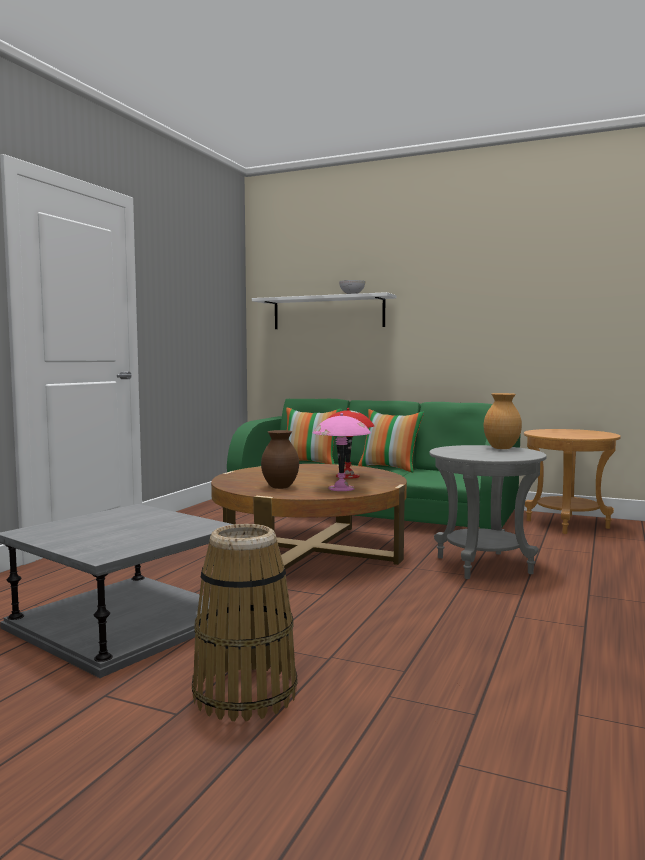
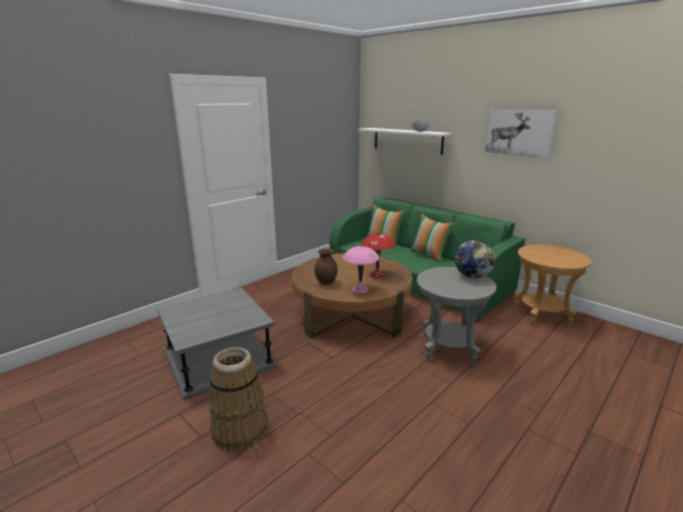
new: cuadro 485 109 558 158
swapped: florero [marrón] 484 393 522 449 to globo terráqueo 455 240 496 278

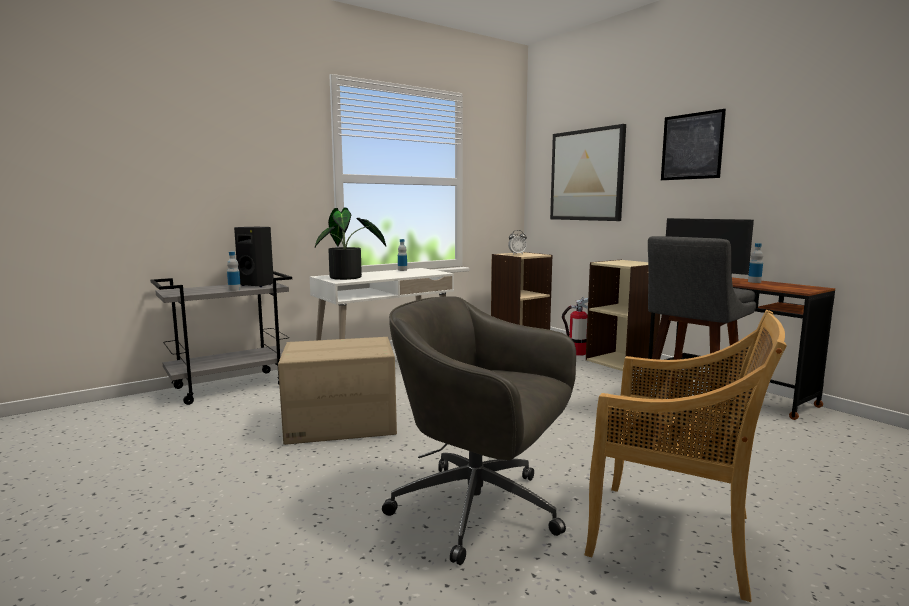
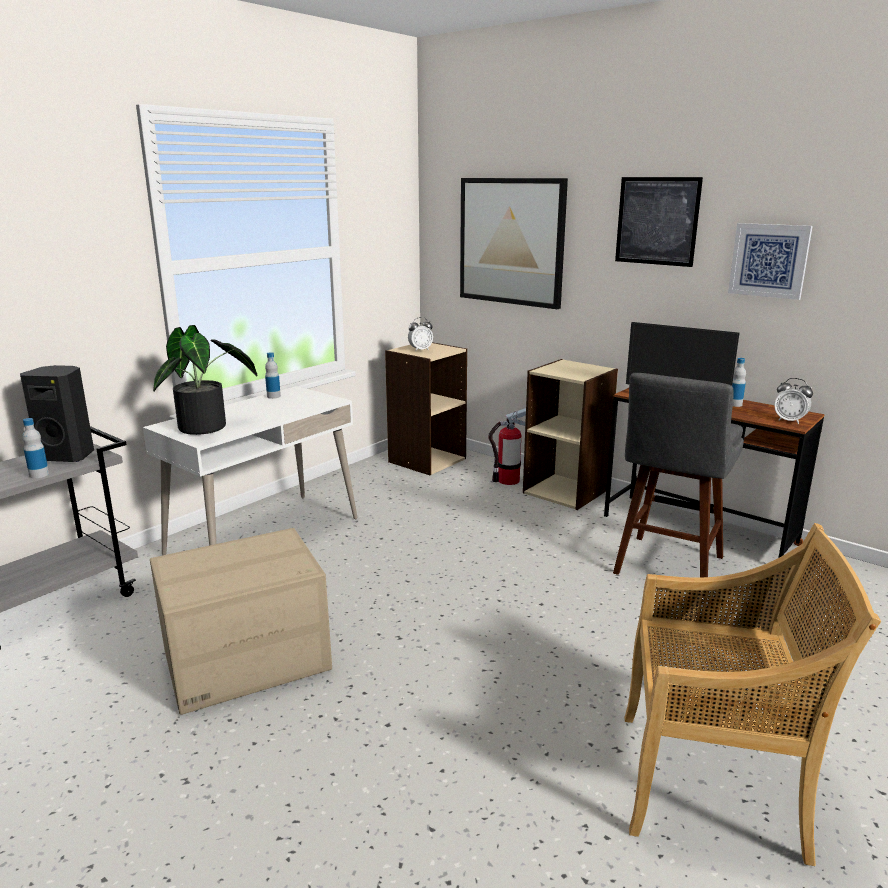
gone: silla de oficina [gris] 382 296 576 565
new: cuadro 728 223 813 300; despertador 774 378 813 424

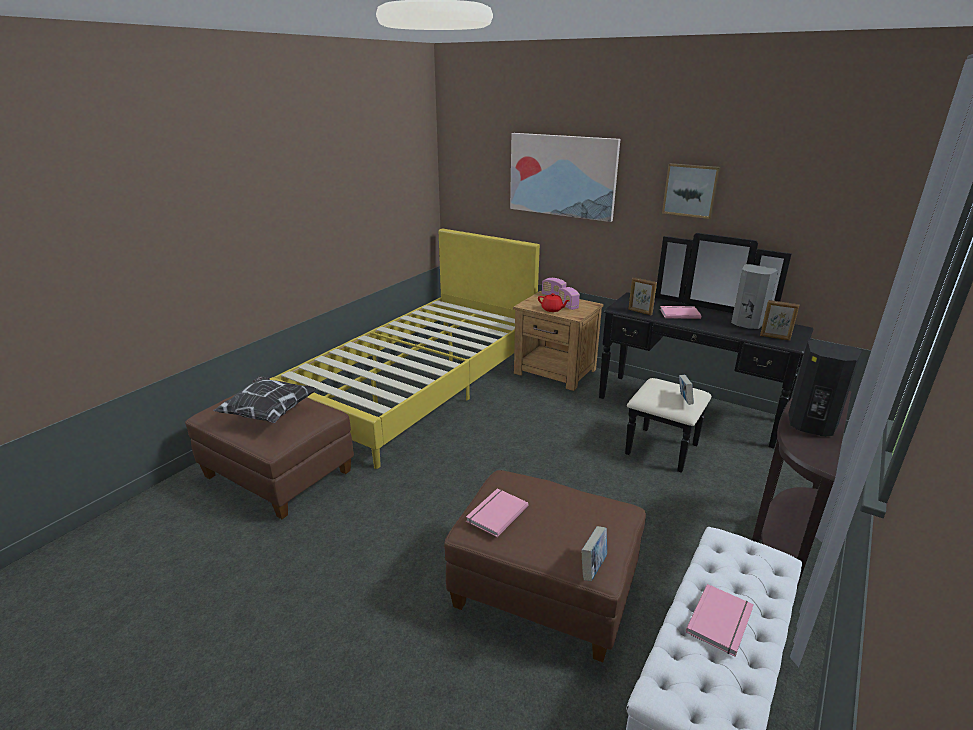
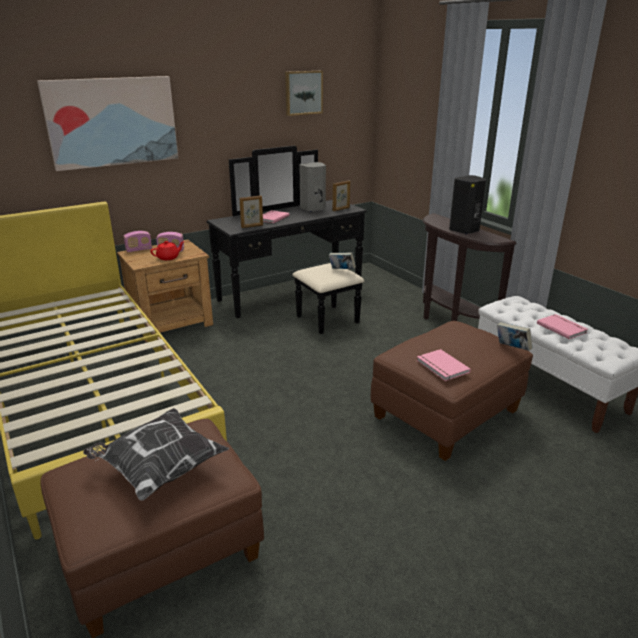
shifted: cuadro 662 163 720 219 to 285 71 323 116

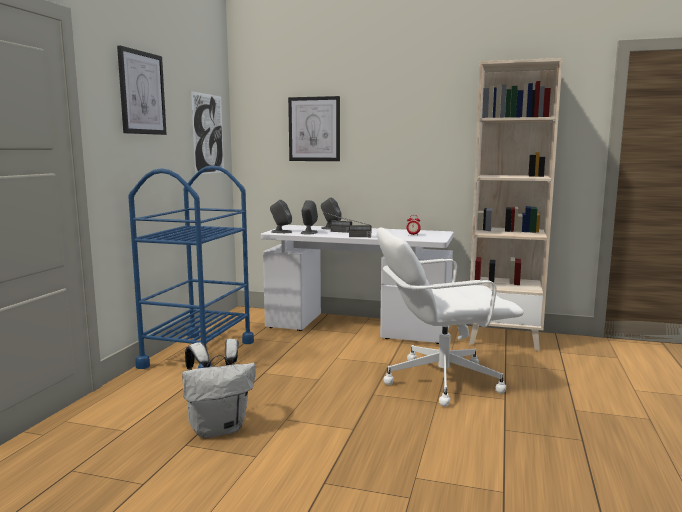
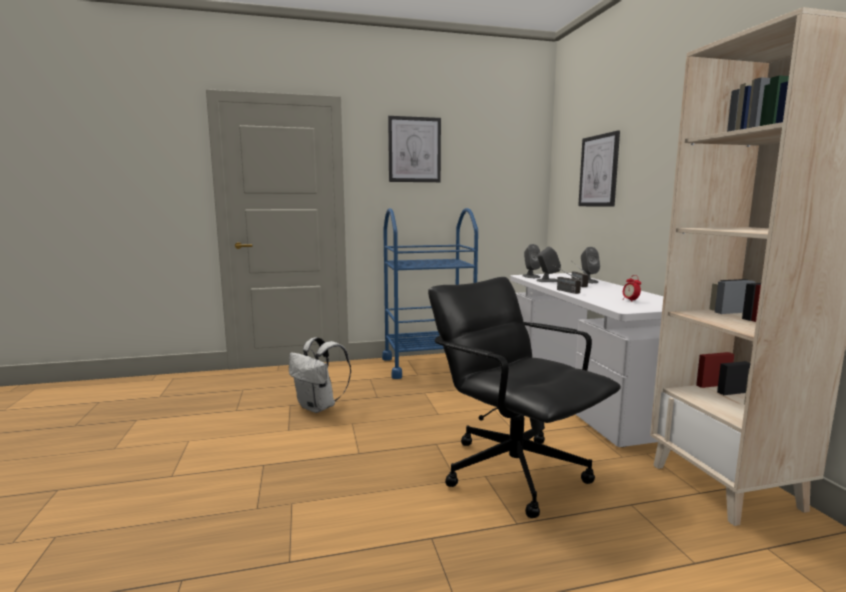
gone: cuadro 191 91 224 174
repainted: silla de oficina [blanco] 377 228 524 407 to silla de oficina [negro] 428 277 621 518

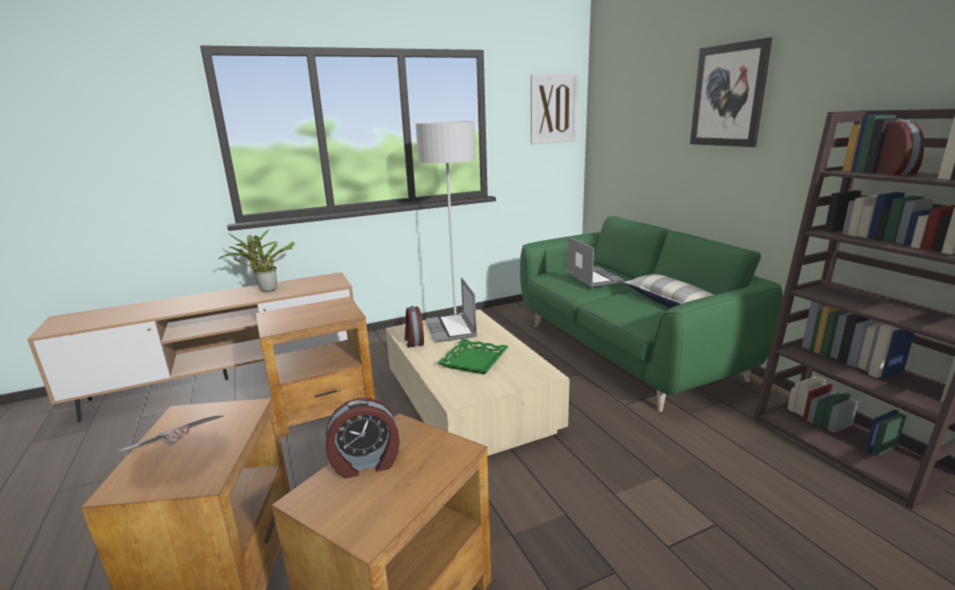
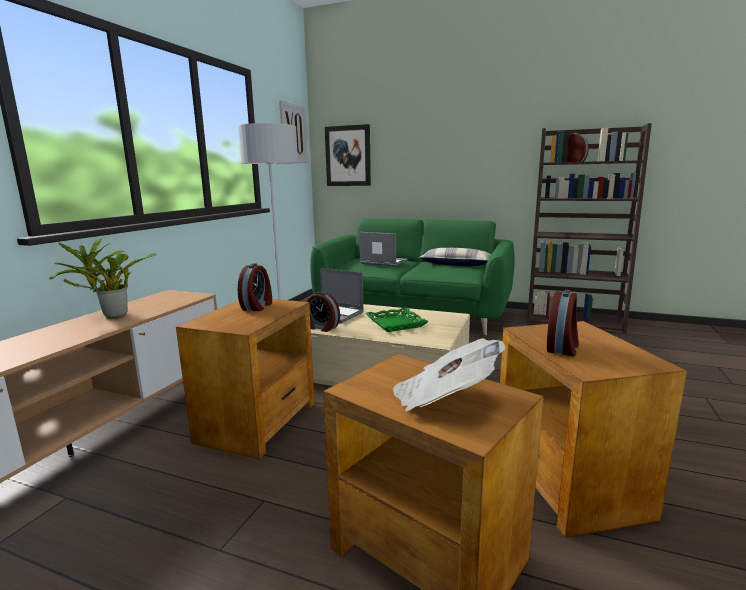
new: despertador 238 263 272 311
shifted: cuadro 690 38 772 147 to 325 124 371 186

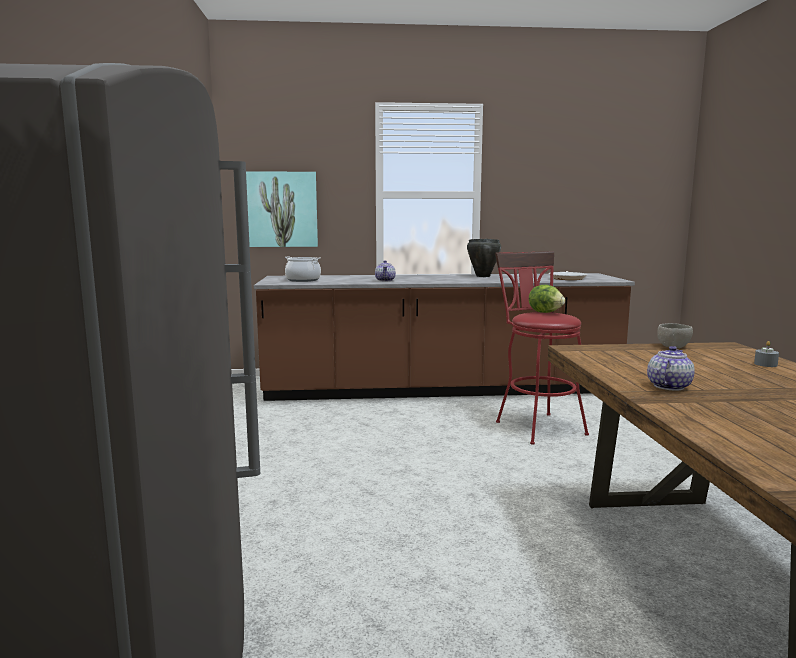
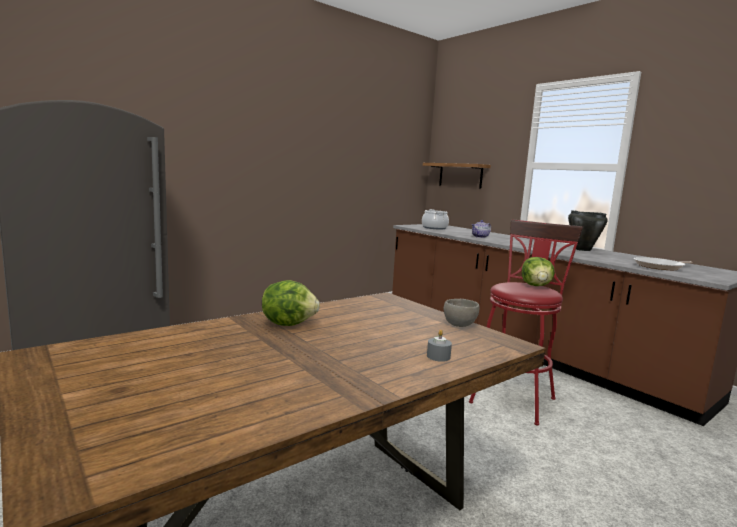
swapped: cuadro 246 171 318 247 to estante 423 163 491 189; tetera 647 346 695 391 to lechuga 262 280 320 326

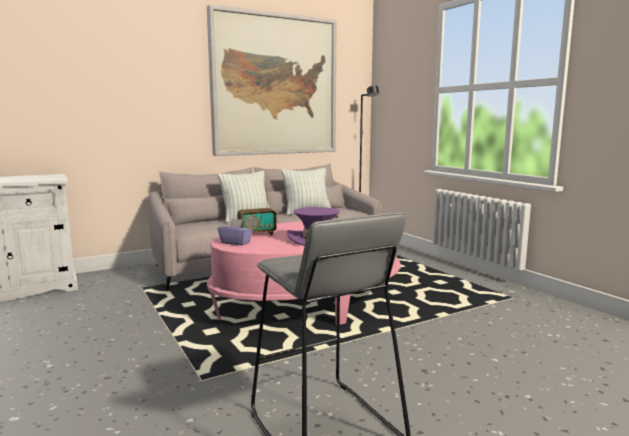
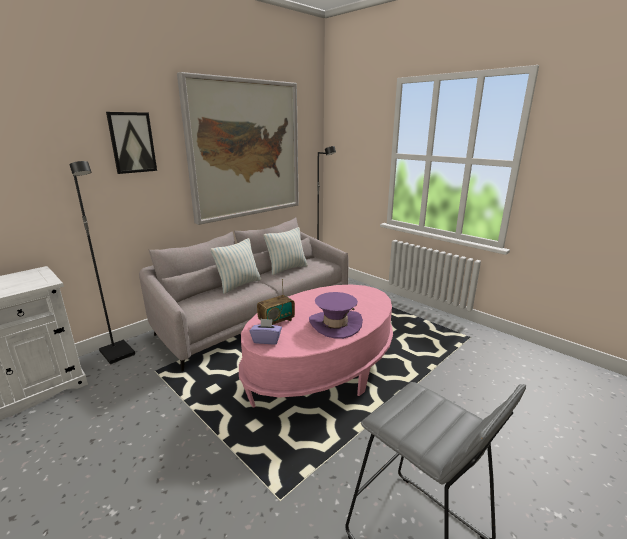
new: lámpara de pie [negro] 69 161 135 364; cuadro 106 112 157 174

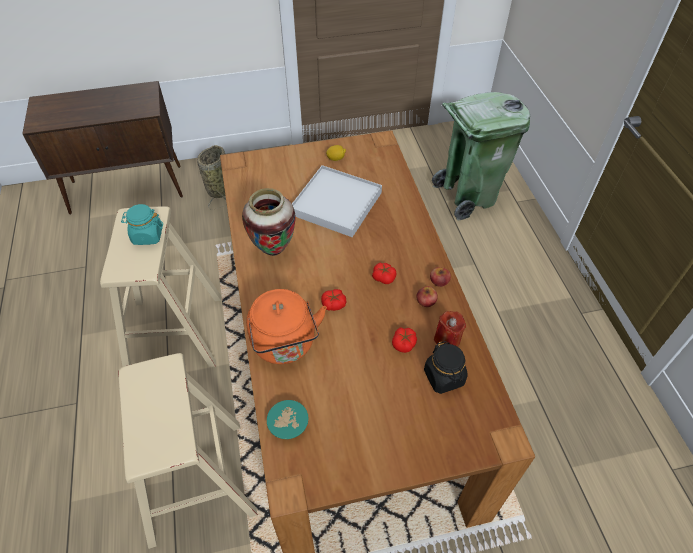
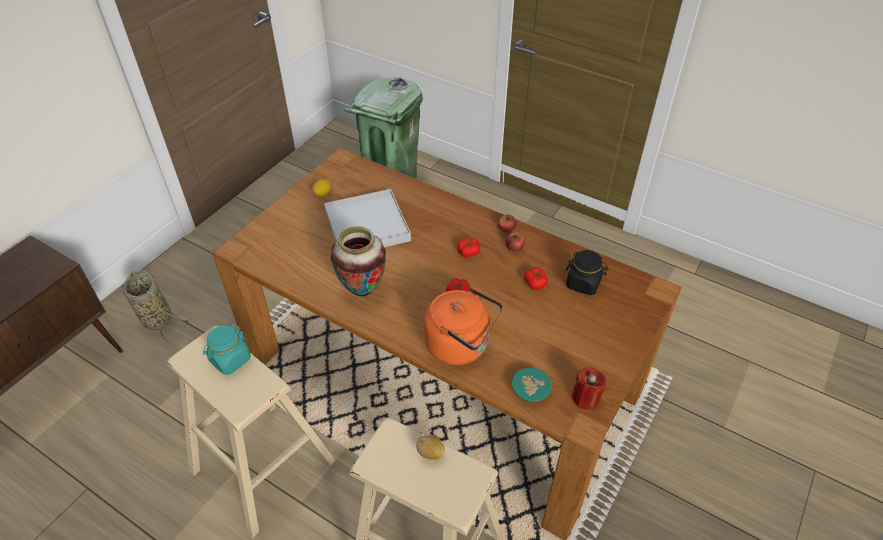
new: patata 416 435 445 460
shifted: vela [rojo] 434 311 466 347 to 572 367 606 410

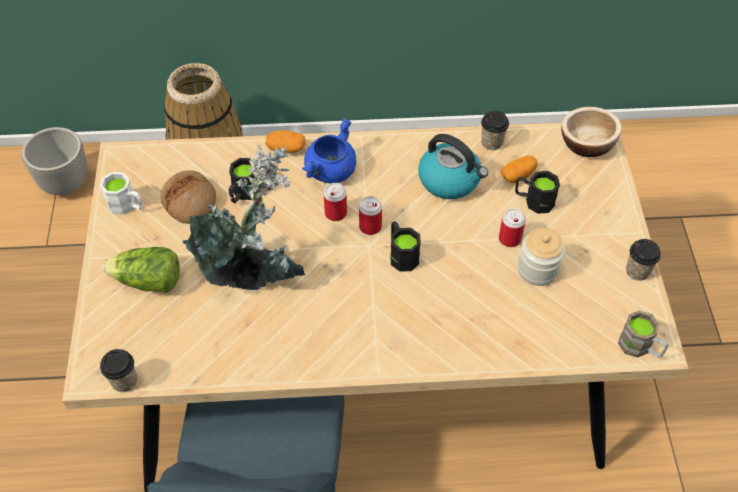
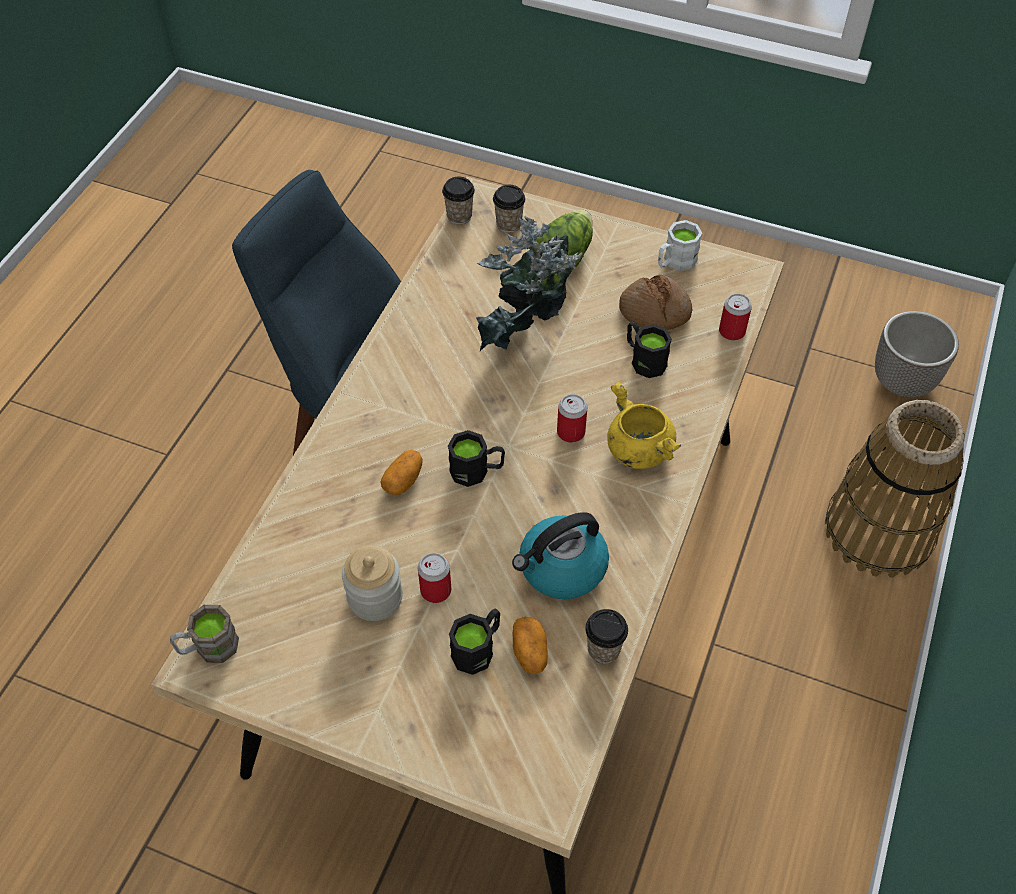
gone: cuenco 561 107 622 157
shifted: patata 265 130 305 153 to 380 449 423 495; lata 359 196 382 235 to 719 293 752 341; taza 626 239 661 281 to 493 185 525 233
repainted: olla [azul] 302 118 356 183 to olla [amarillo] 607 382 681 469

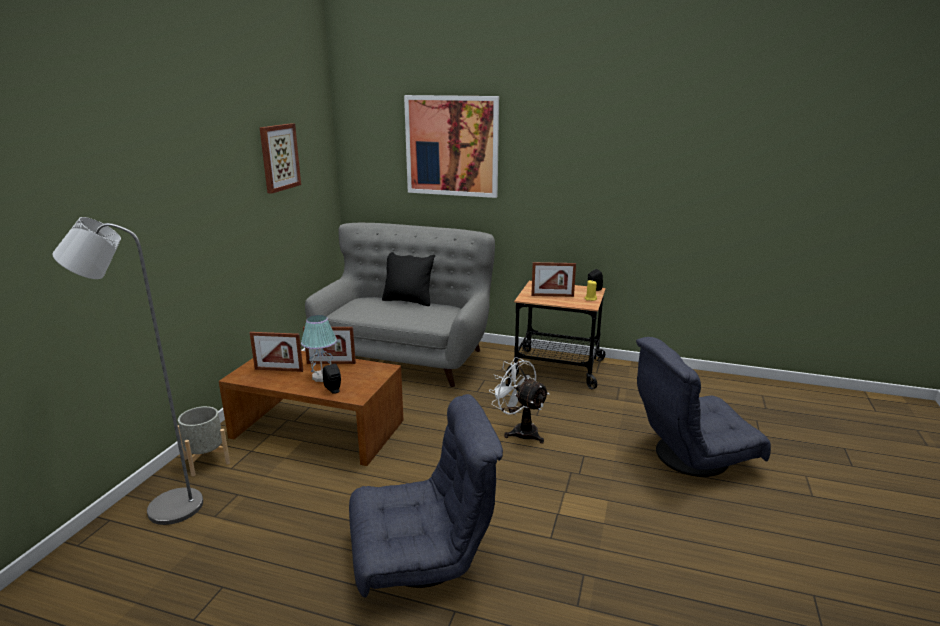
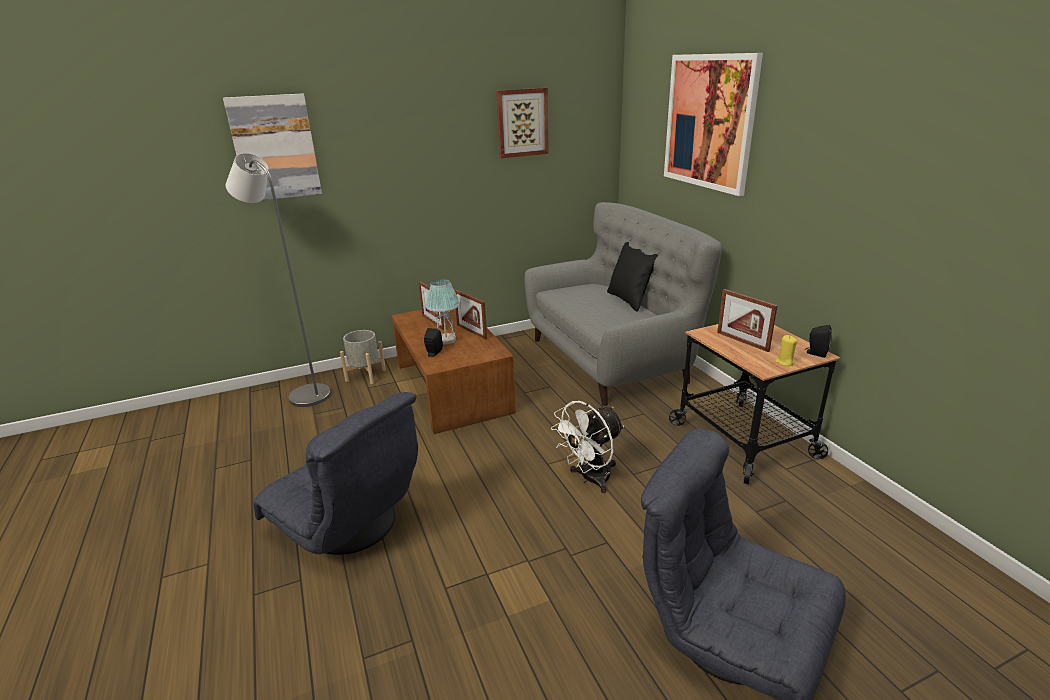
new: cuadro 223 93 322 201
rotated: ventilador [blanco] 489 357 549 444 = 551 401 624 493 135 degrees counterclockwise

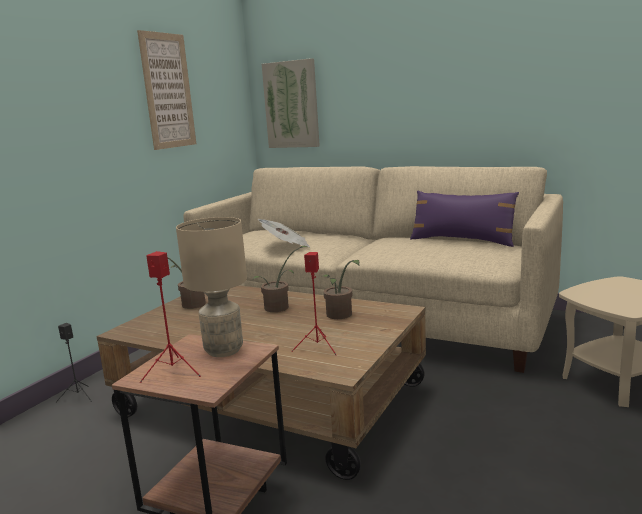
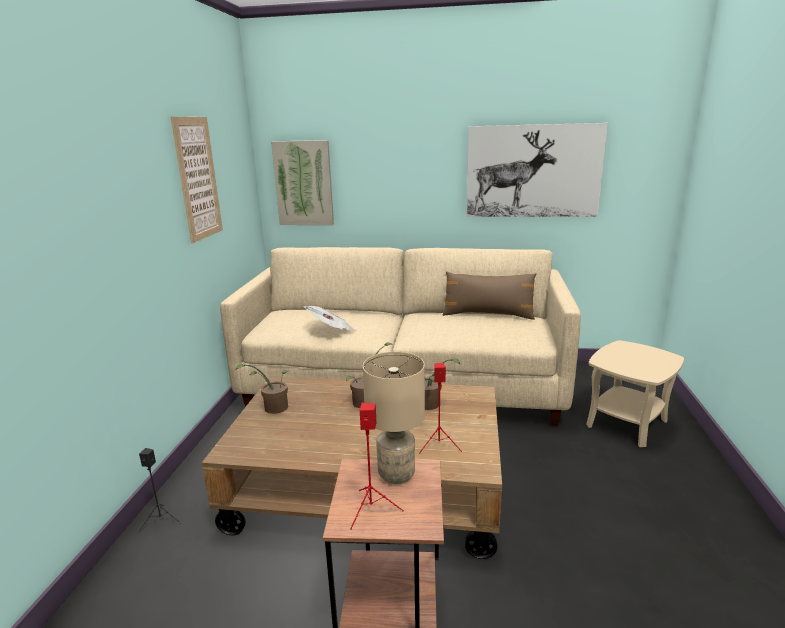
new: cuadro 467 123 608 217
repainted: cojín [morado] 410 190 519 247 to cojín [marrón] 443 271 537 320

